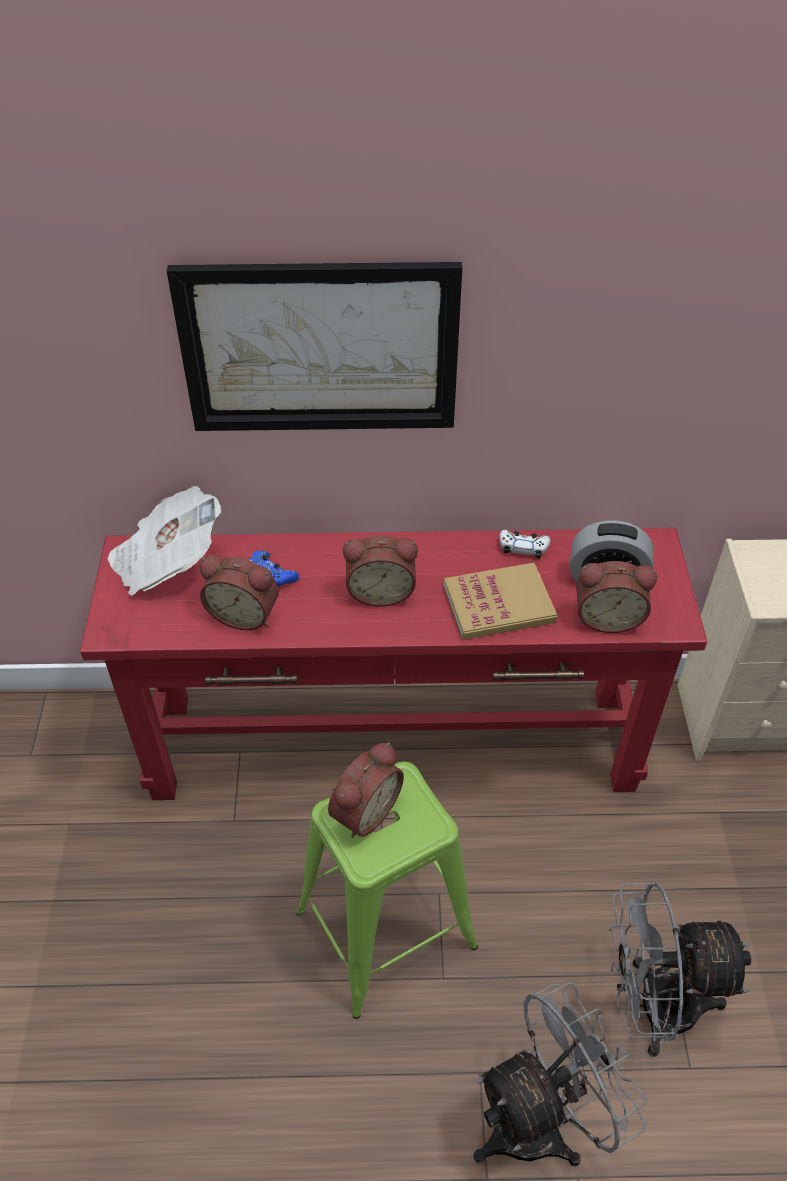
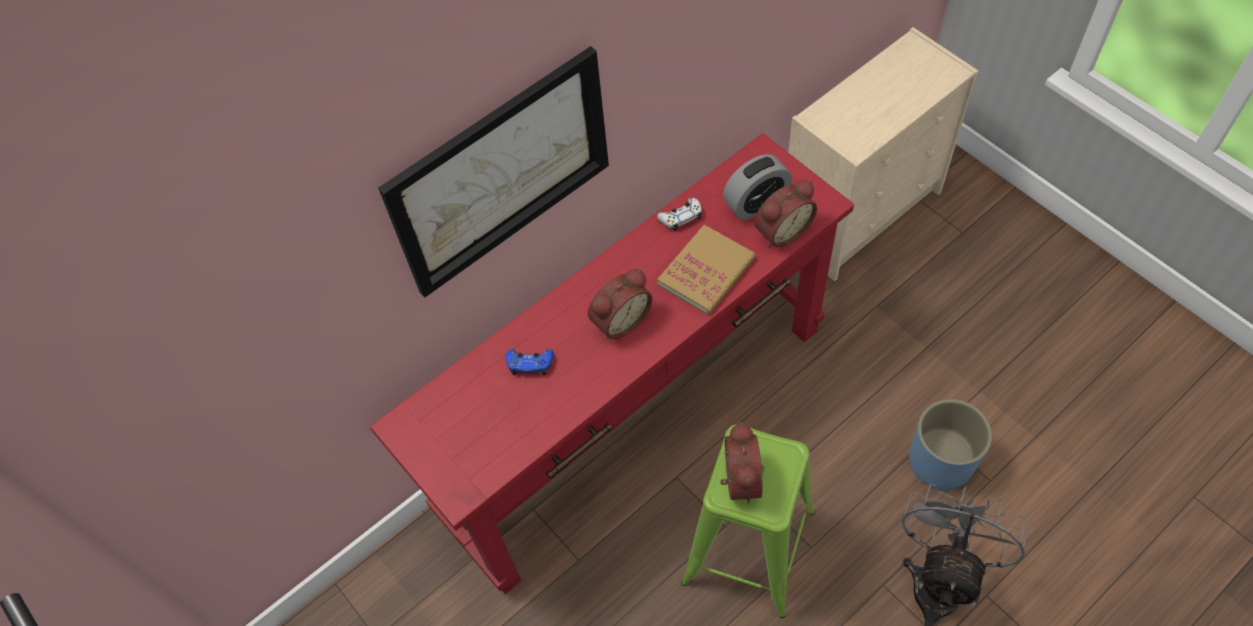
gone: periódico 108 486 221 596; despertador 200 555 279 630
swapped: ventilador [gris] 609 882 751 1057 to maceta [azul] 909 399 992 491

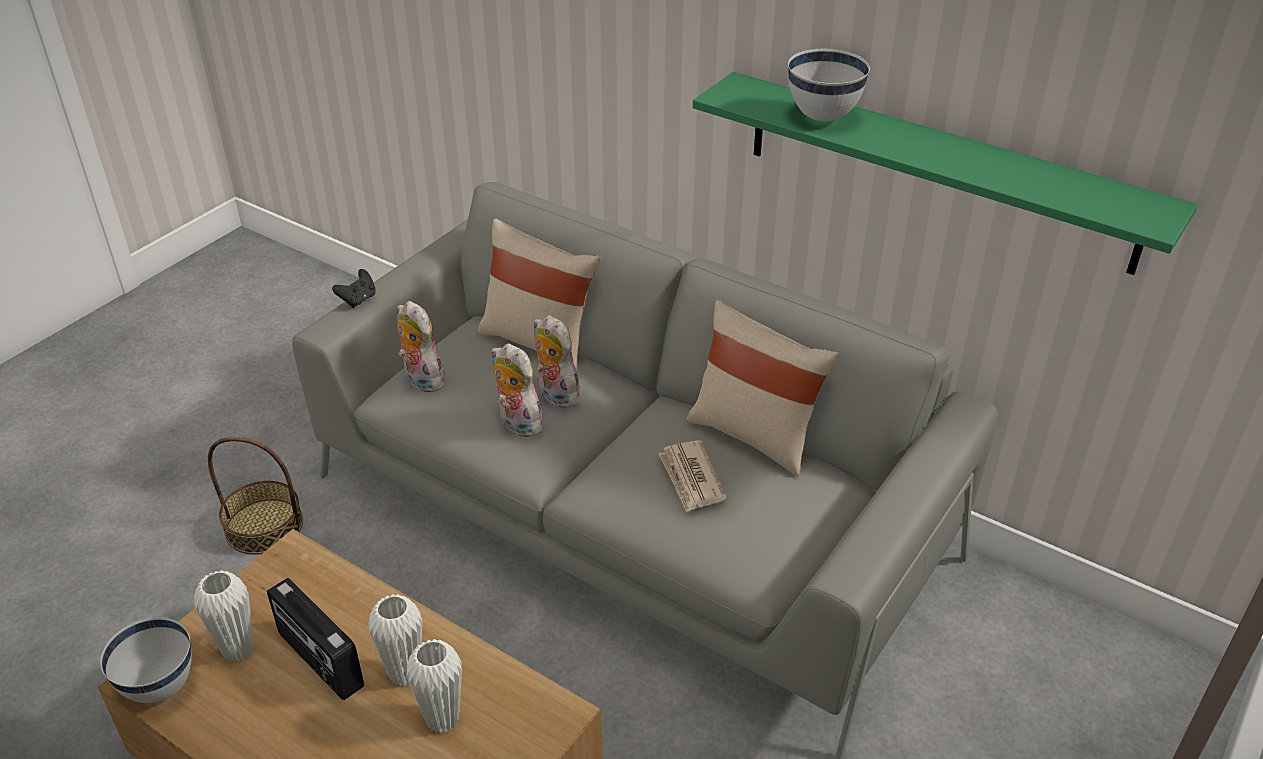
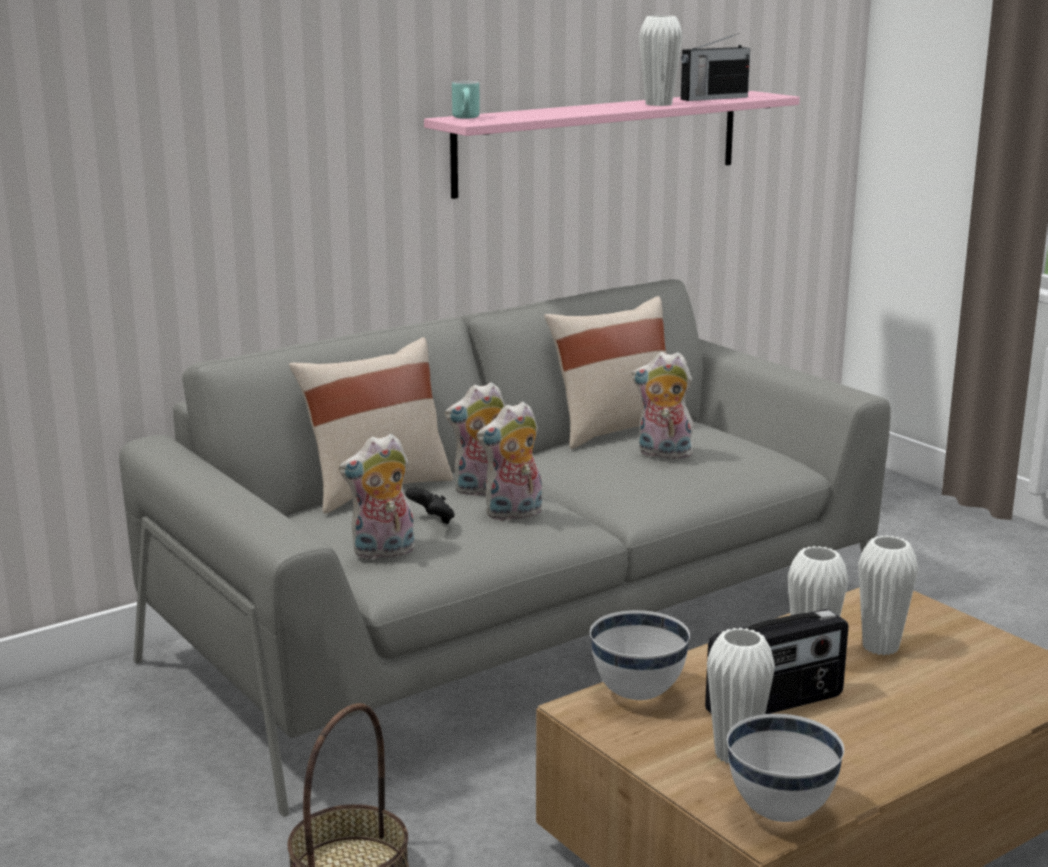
new: taza grande [turquesa] 452 81 480 119; florero [blanco] 639 16 683 106; radio 681 33 750 101
shifted: mando de consola [negro] 332 269 376 308 to 406 487 455 524; cuenco [blanco] 788 49 870 121 to 590 610 690 700
swapped: periódico 658 440 727 512 to peluche 631 352 694 459
repainted: estante [verde] 693 72 1198 275 to estante [rosa] 424 91 800 199

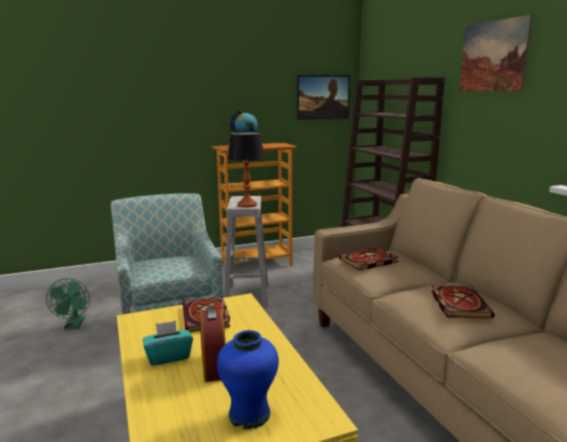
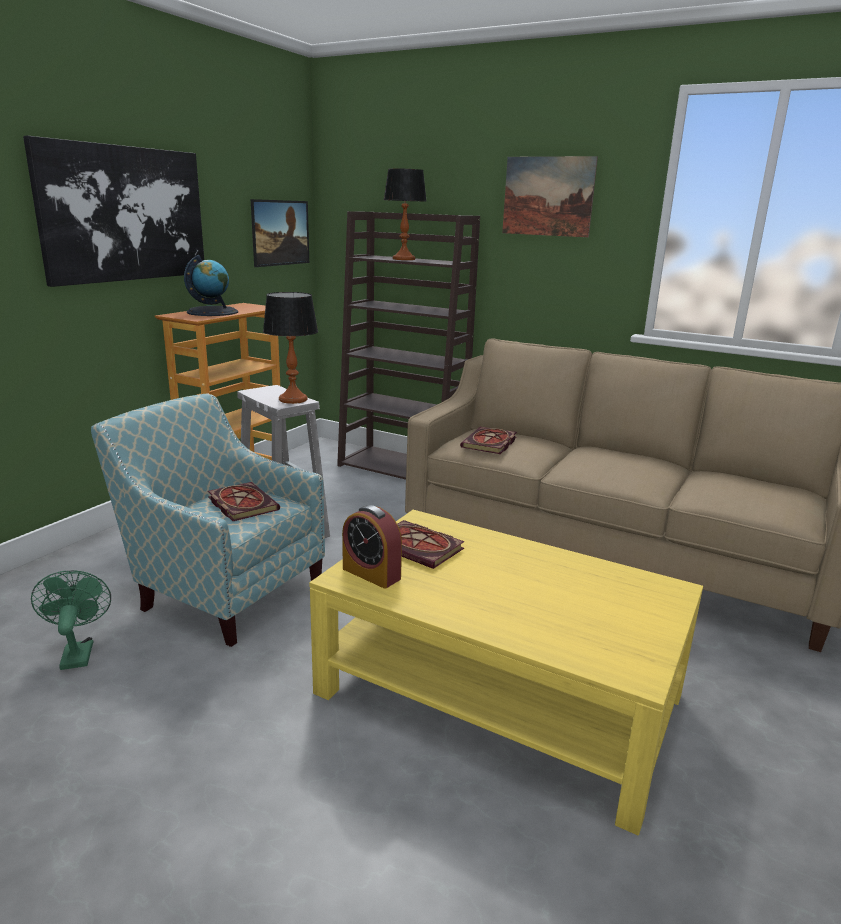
gone: caja de pañuelos [turquesa] 143 321 193 366; florero [azul] 217 330 279 429
new: cuadro 23 135 204 287; lámpara de mesa 384 168 427 260
shifted: despertador 199 307 226 382 to 342 505 402 588; libro 431 285 495 318 to 208 482 280 521
rotated: ventilador [verde] 46 278 90 329 = 31 570 111 670 150 degrees counterclockwise

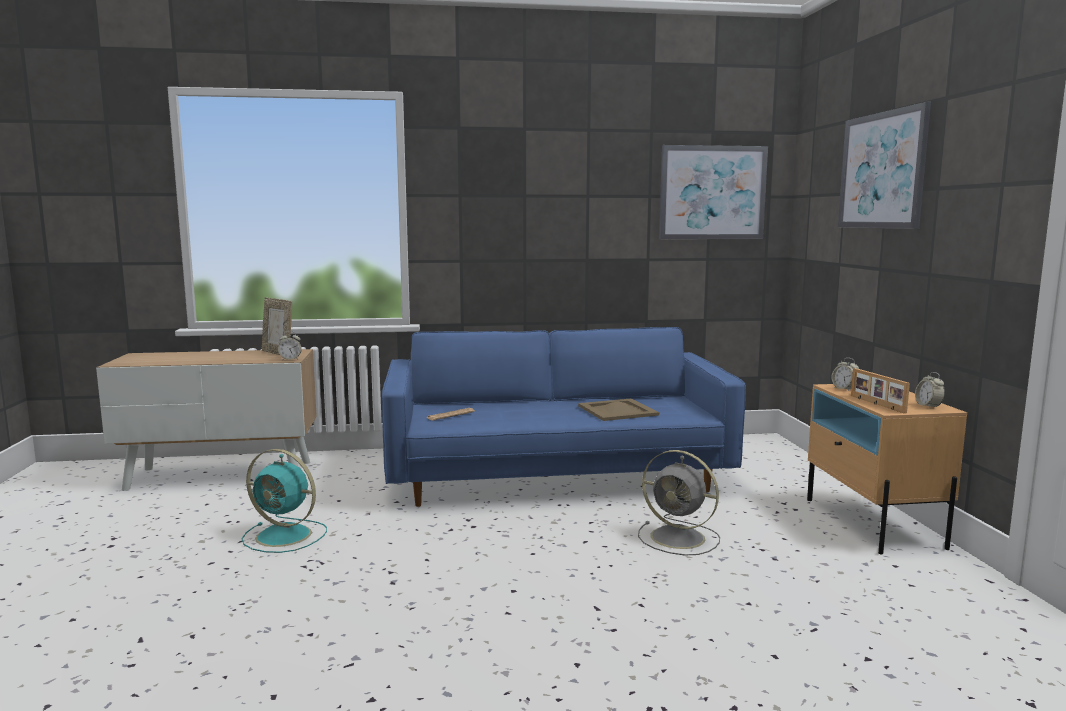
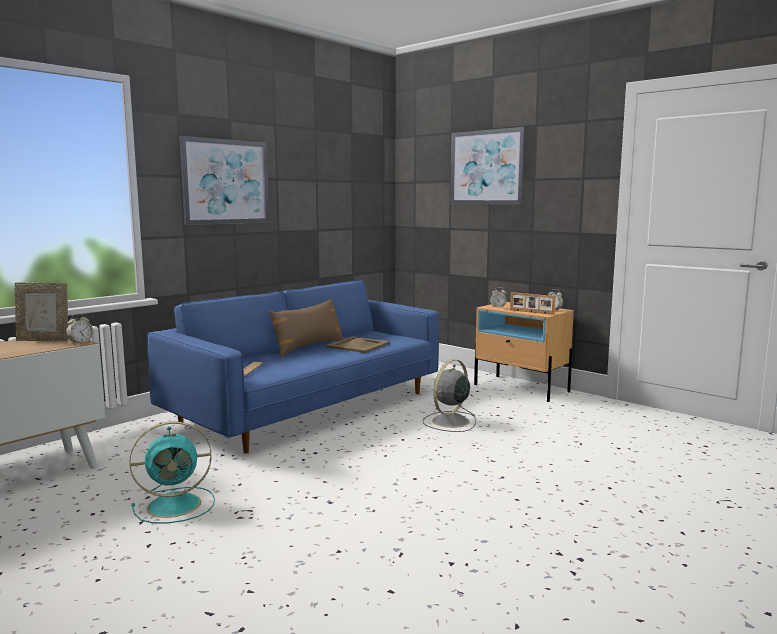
new: cojín [marrón] 269 299 344 357
shifted: cuadro 659 145 768 239 to 179 136 269 225
rotated: ventilador [gris] 638 450 720 555 = 423 359 476 432 135 degrees clockwise

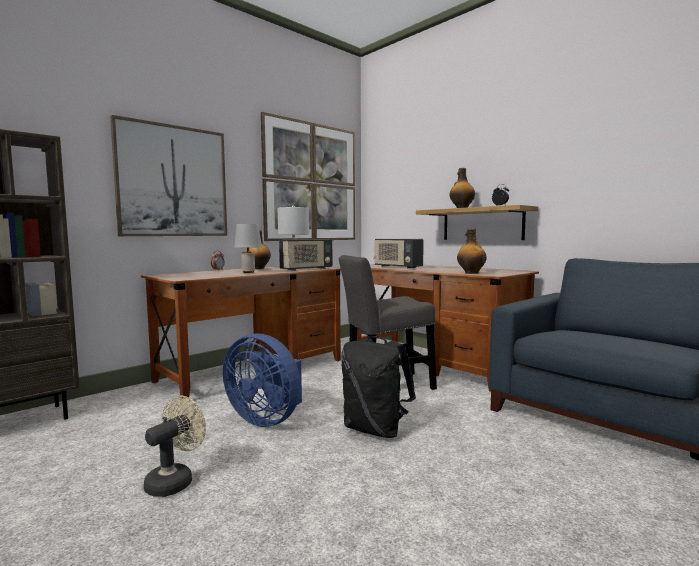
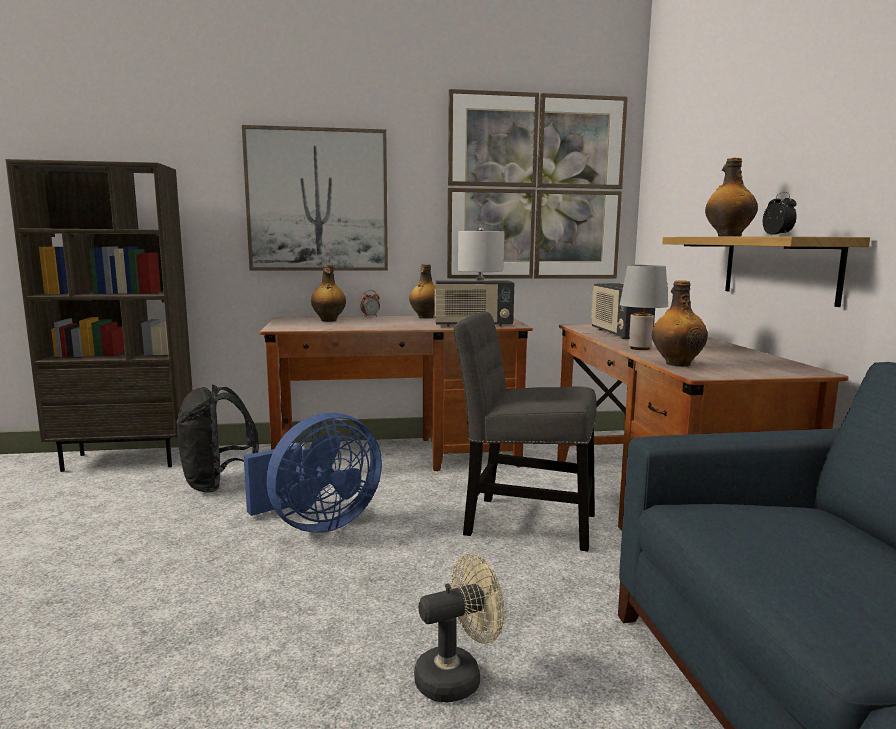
new: botella 311 265 346 322
shifted: ventilador [beis] 144 395 206 497 to 414 553 504 703; lámpara de mesa [gris] 234 224 262 273 to 620 265 668 350; mochila [negro] 341 336 416 438 to 177 384 259 492
rotated: ventilador [azul] 223 334 302 427 = 244 412 382 533 105 degrees counterclockwise

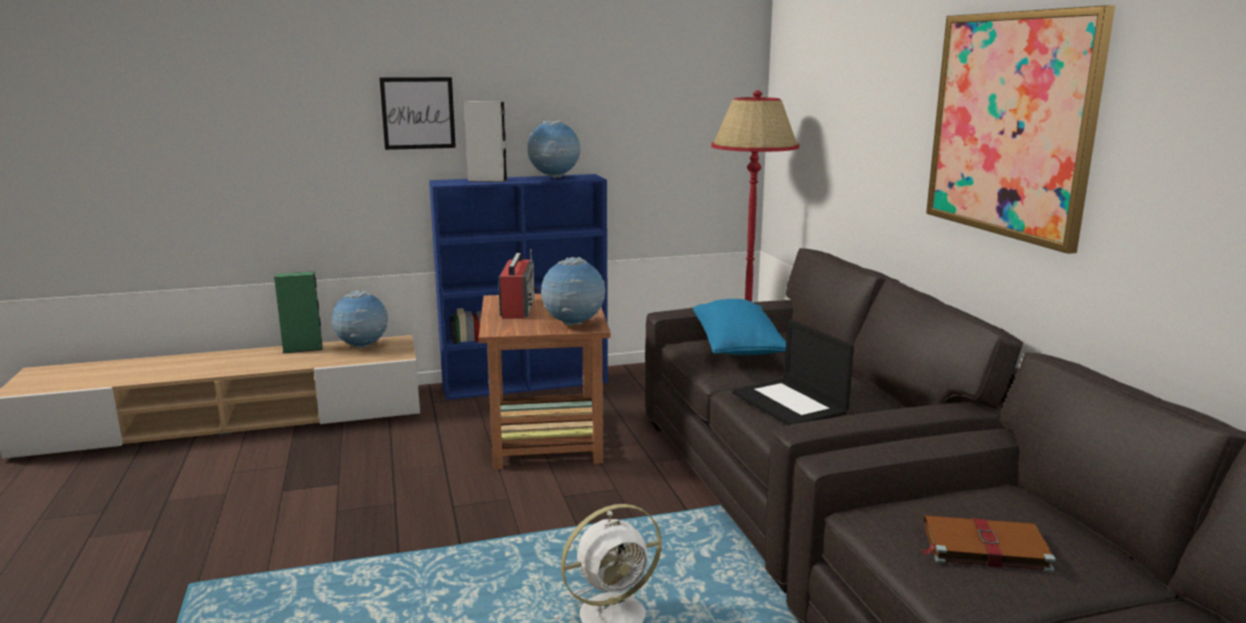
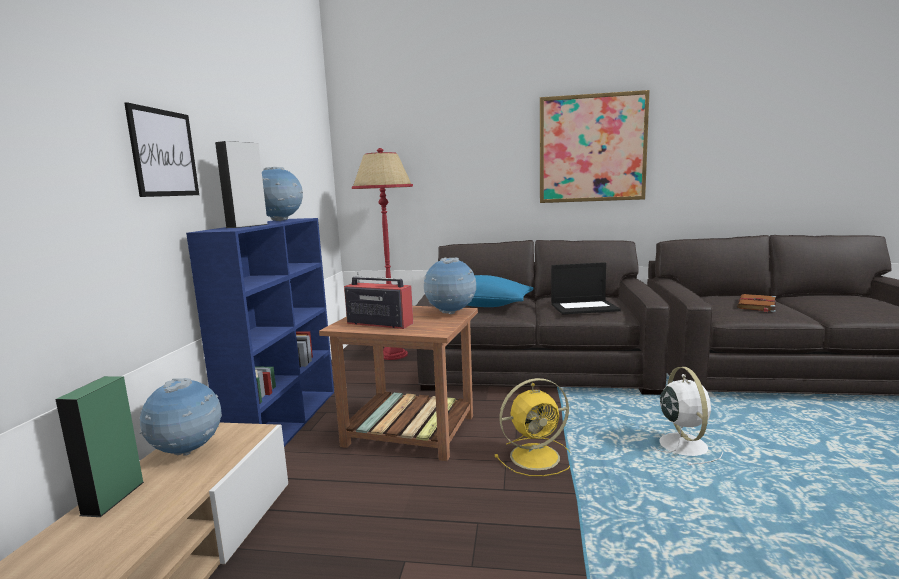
new: ventilador [amarillo] 495 378 570 476

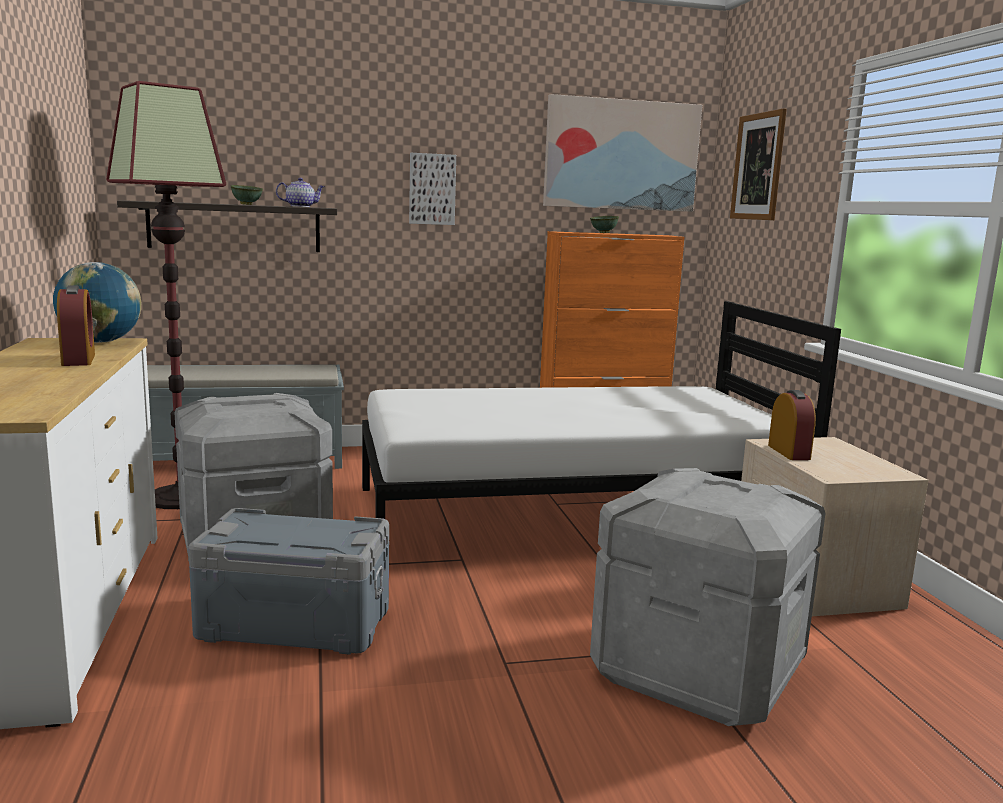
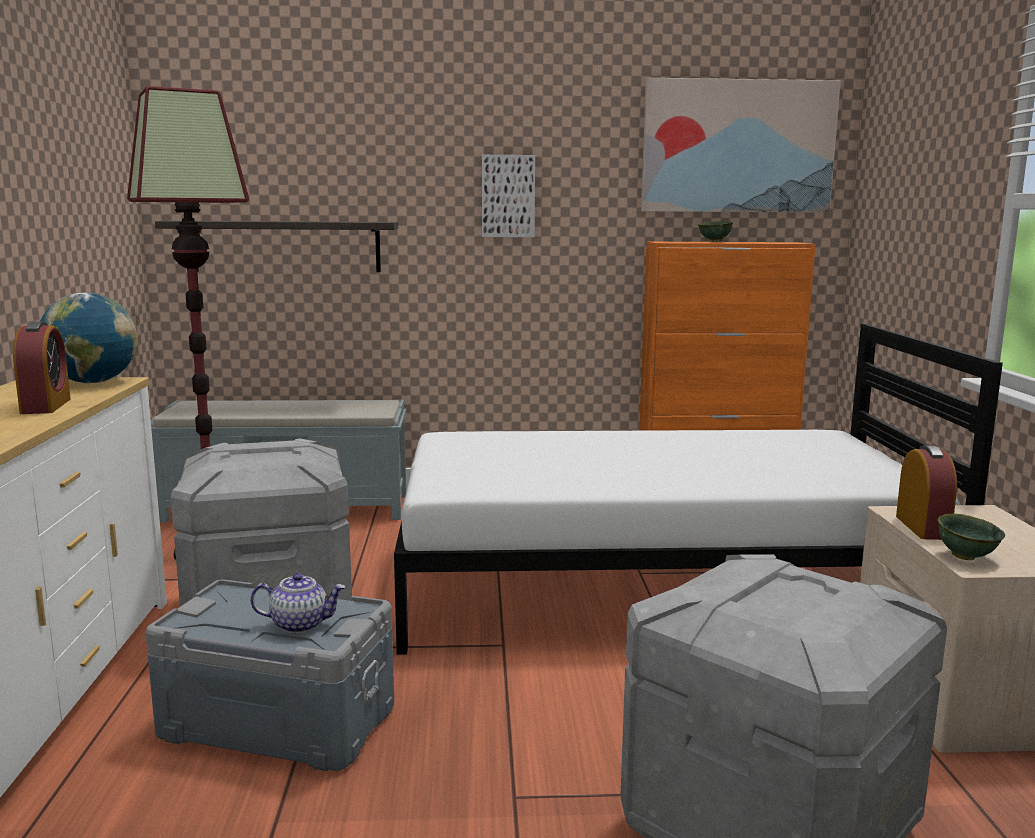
gone: cuadro 730 108 787 220
shifted: cuenco [verde] 231 185 263 205 to 938 513 1005 560; tetera 276 178 325 207 to 250 573 346 633

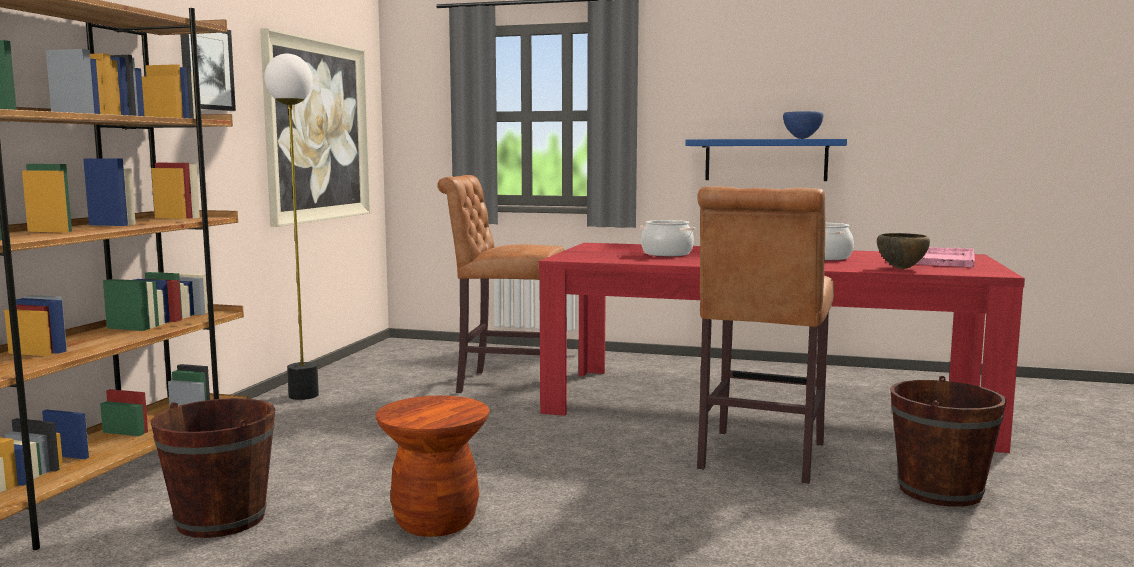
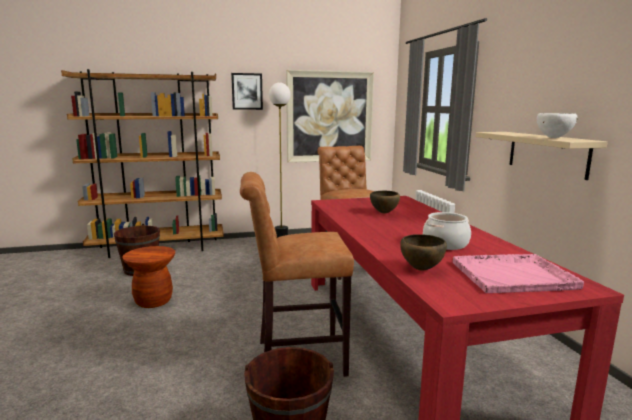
swapped: olla 640 220 695 256 to cuenco [marrón] 370 191 400 213
repainted: estante [azul] 685 139 847 181 to estante [beis] 476 132 607 180; cuenco [azul] 783 111 823 139 to cuenco [blanco] 537 113 578 138

